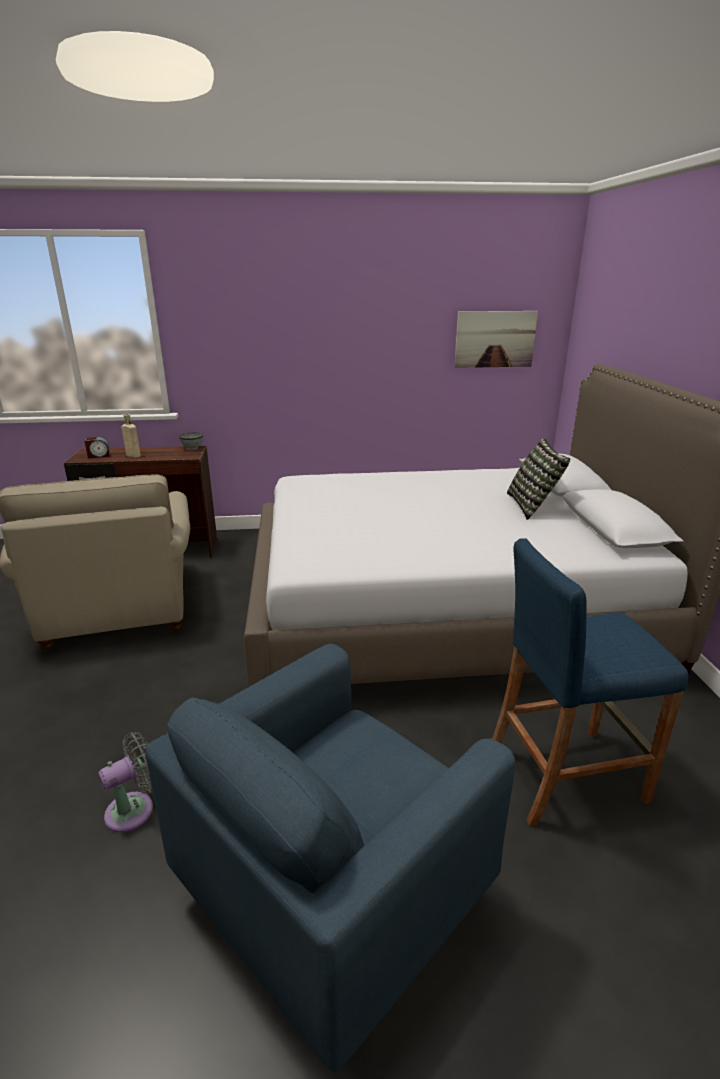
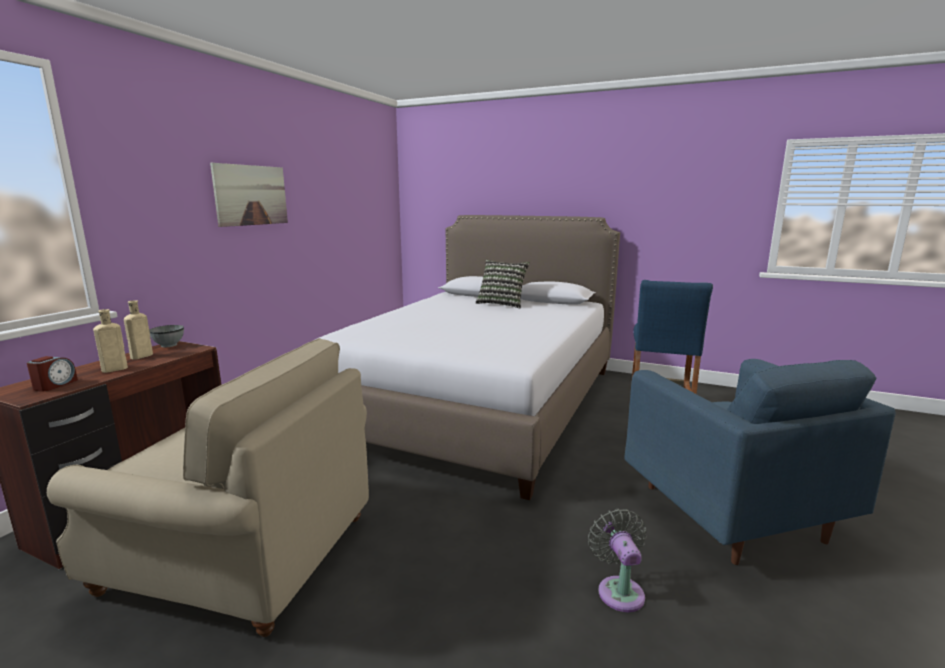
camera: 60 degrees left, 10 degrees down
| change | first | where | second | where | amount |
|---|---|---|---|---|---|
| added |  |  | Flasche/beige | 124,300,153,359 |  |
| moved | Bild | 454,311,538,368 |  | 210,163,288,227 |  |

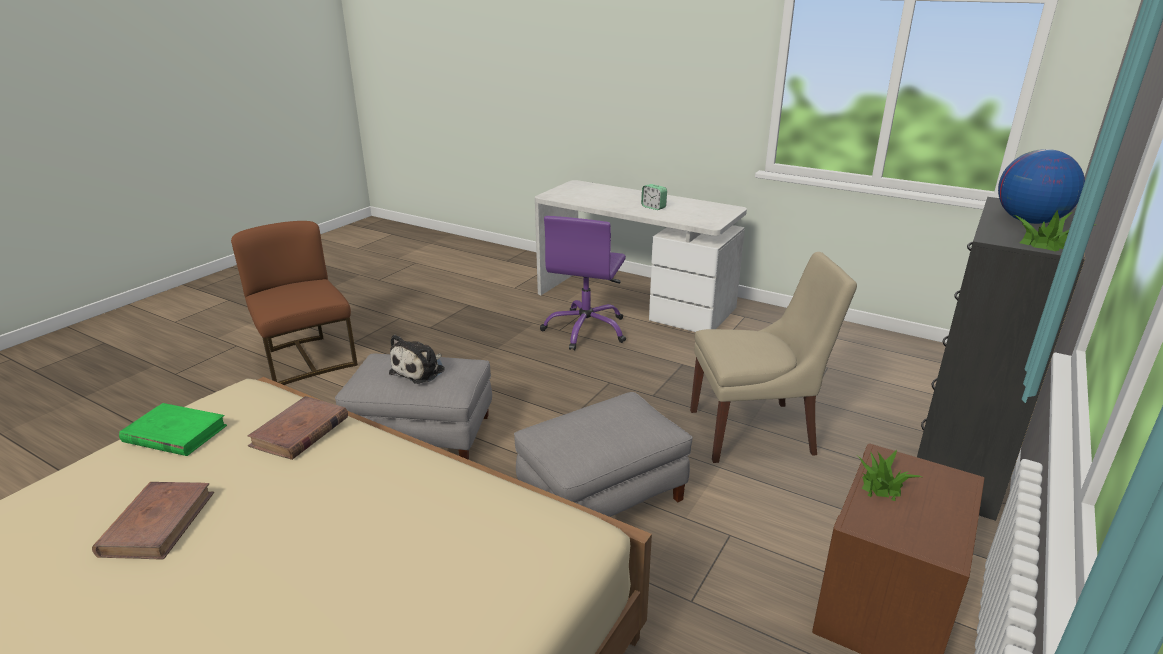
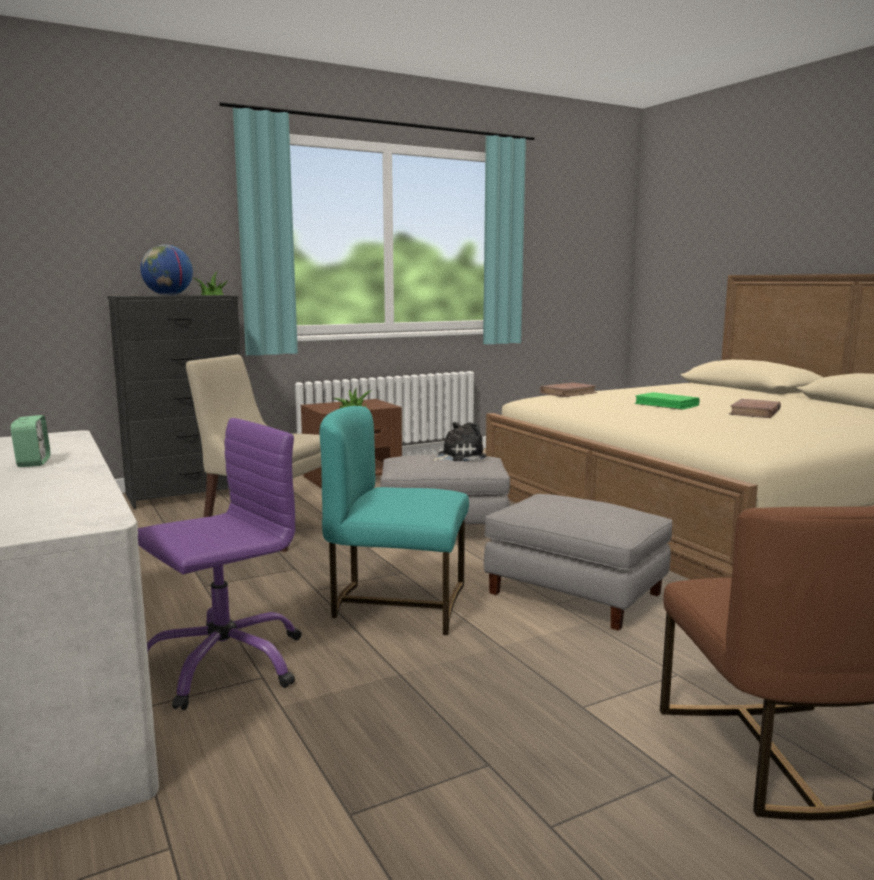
camera: 150 degrees left, 15 degrees down
| change | first | where | second | where | amount |
|---|---|---|---|---|---|
| added |  |  | Stuhl/türkis | 320,406,469,635 |  |
| moved | Plüschtier | 389,335,445,384 |  | 432,422,486,462 |  |
| moved | Buch/braun | 248,396,348,460 |  | 540,382,597,397 |  |
| moved | Buch/grün | 119,403,227,456 |  | 634,392,700,410 |  |

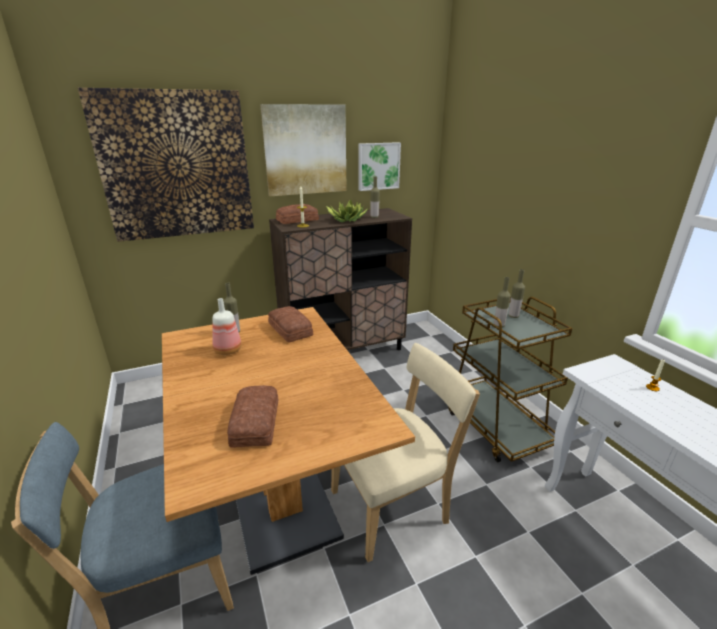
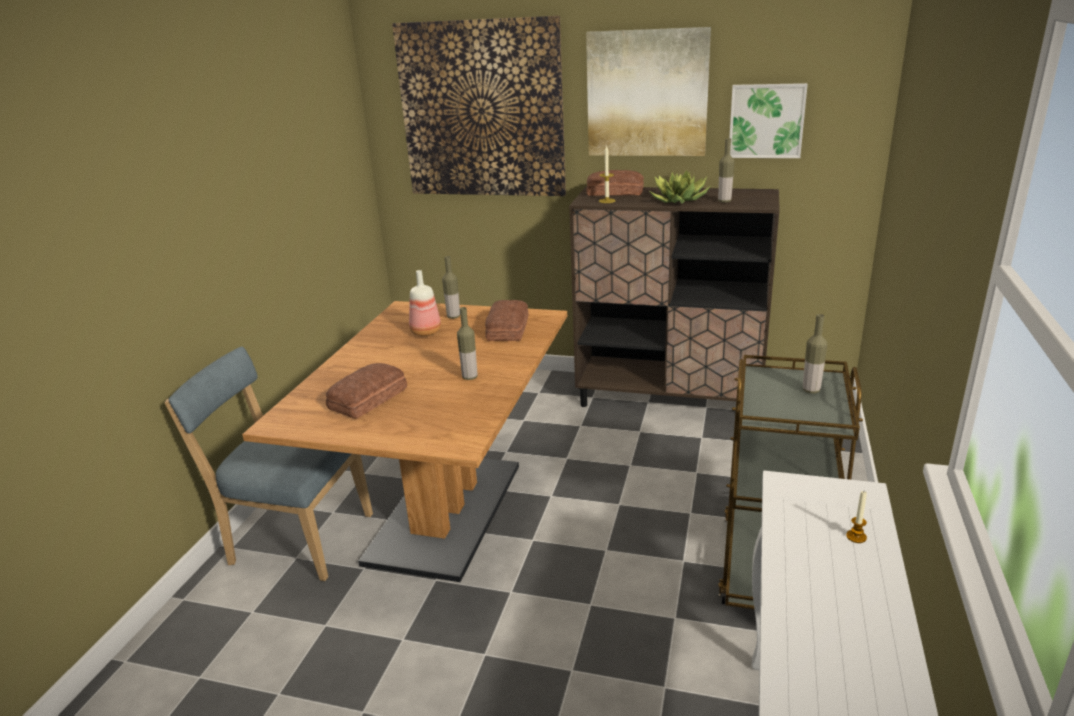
camera: 40 degrees right, 0 degrees up
| change | first | where | second | where | amount |
|---|---|---|---|---|---|
| moved | Flasche | 494,277,511,328 |  | 457,307,478,380 |  |
| removed | Stuhl/beige | 331,343,480,562 |  |  |  |

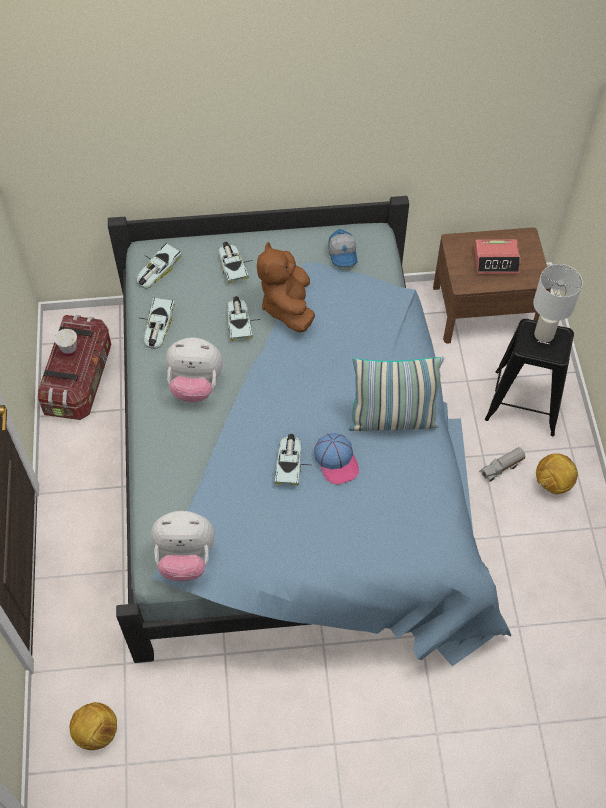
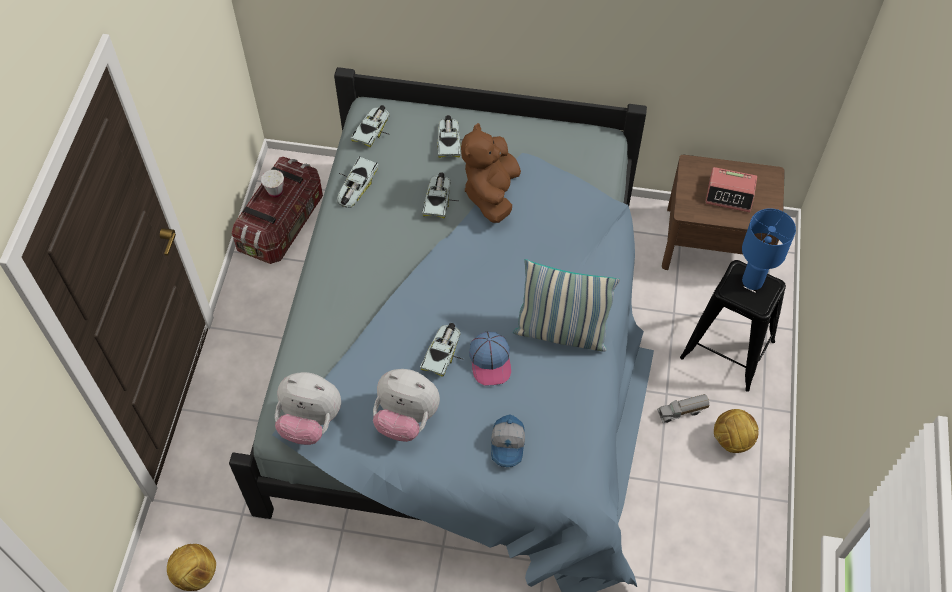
camera: 15 degrees right, 0 degrees up
| change | first | where | second | where | amount |
|---|---|---|---|---|---|
| turned | Spielzeugauto | 136,243,182,289 |  | 350,105,390,147 | 150 degrees clockwise |
| moved | Plüschtier | 166,338,223,402 |  | 373,369,440,442 |  |
| moved | Kappe | 328,229,358,267 |  | 491,415,525,467 |  |
| recoloured | Tischlampe/weiß | 533,264,583,343 | Tischlampe/blau | 742,208,796,290 |  |

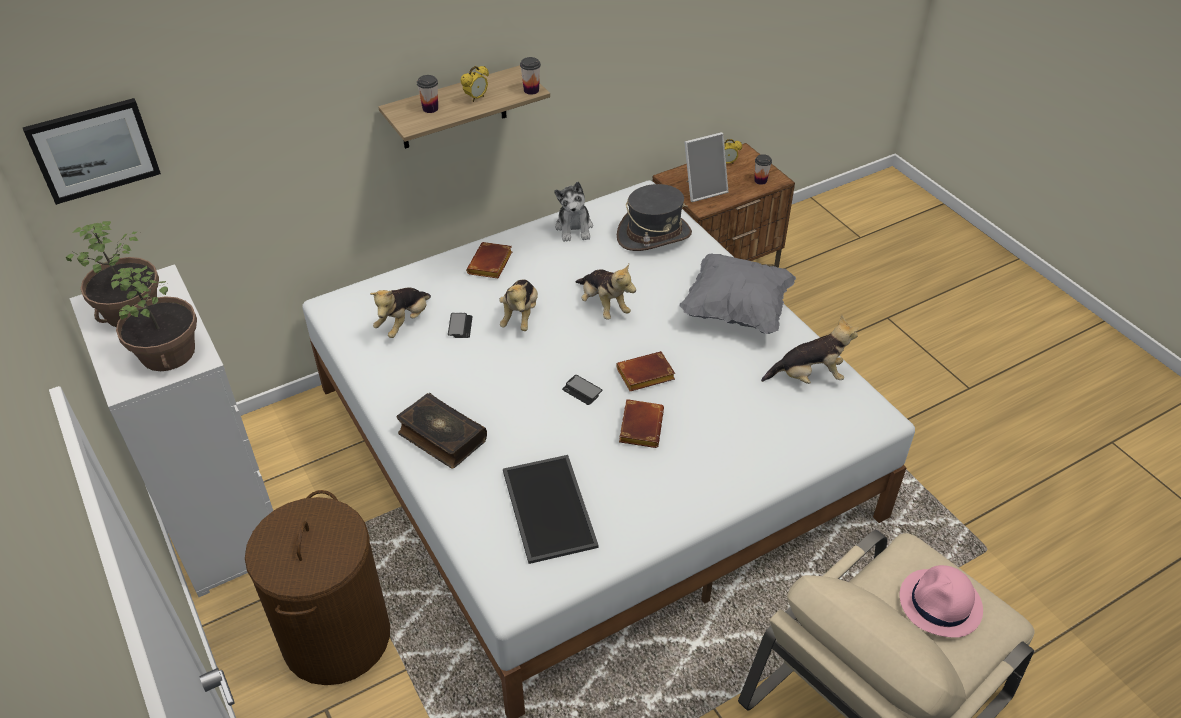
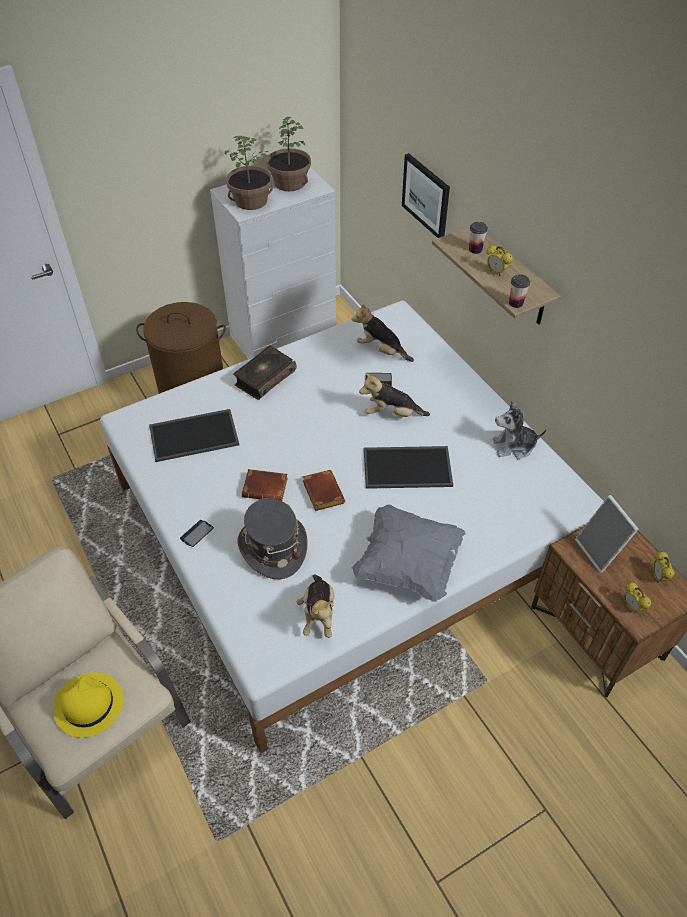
camera: 90 degrees right, 5 degrees up
| change | first | where | second | where | amount |
|---|---|---|---|---|---|
| recoloured | Hut/rosa | 900,565,983,638 | Hut/gelb | 53,672,123,738 |  |
| moved | Handy | 562,375,602,405 |  | 180,520,214,547 |  |
| moved | Hut/grau | 617,184,692,251 |  | 237,498,308,579 |  |
| replaced | Plüschtier | 576,264,636,320 | Tablett | 364,446,453,489 |  |
| moved | Bild | 22,98,161,205 |  | 402,153,450,238 |  |
| replaced | Tasse | 754,154,772,185 | Wecker | 624,582,651,613 |  |
| removed | Buch/braun | 466,242,513,278 |  |  |  |

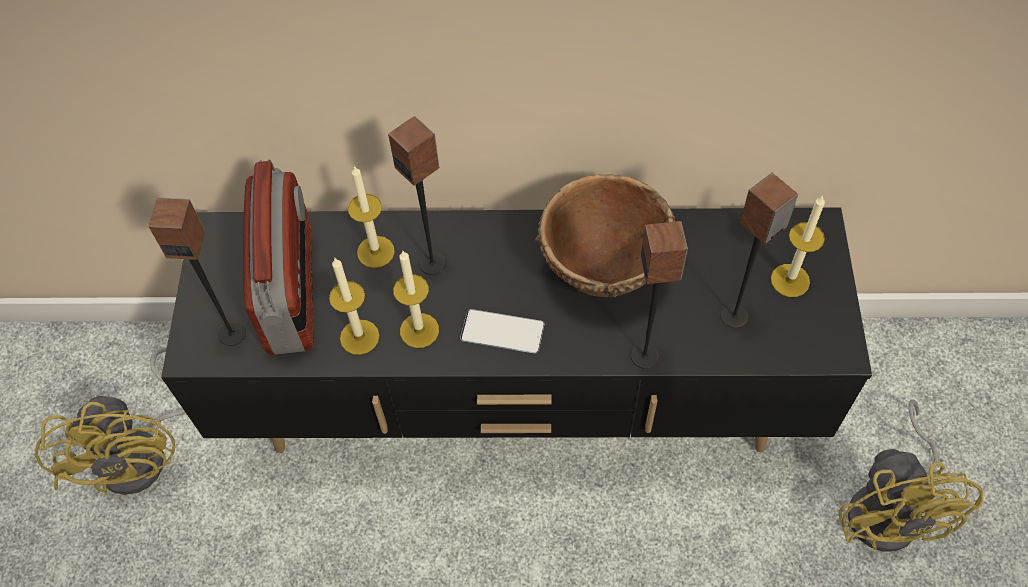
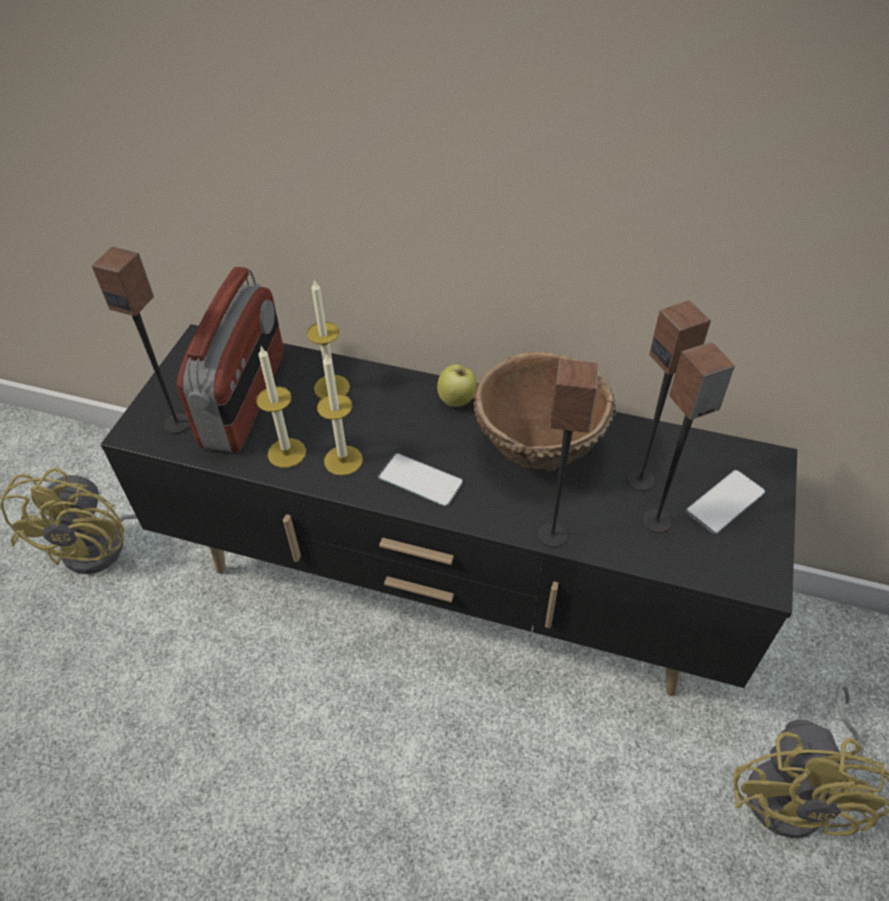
camera: 15 degrees right, 10 degrees down
| change | first | where | second | where | amount |
|---|---|---|---|---|---|
| added |  |  | Apfel | 437,364,477,407 |  |
| moved | Lautsprecher | 388,116,446,275 |  | 626,300,711,491 |  |
| replaced | Kerze | 771,195,825,297 | Handy | 686,470,765,534 |  |

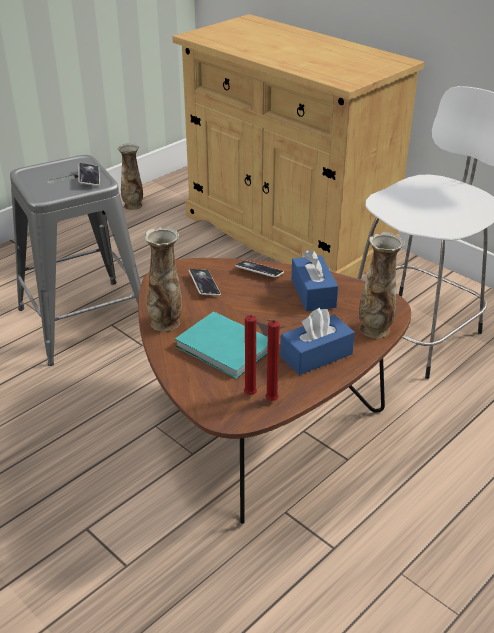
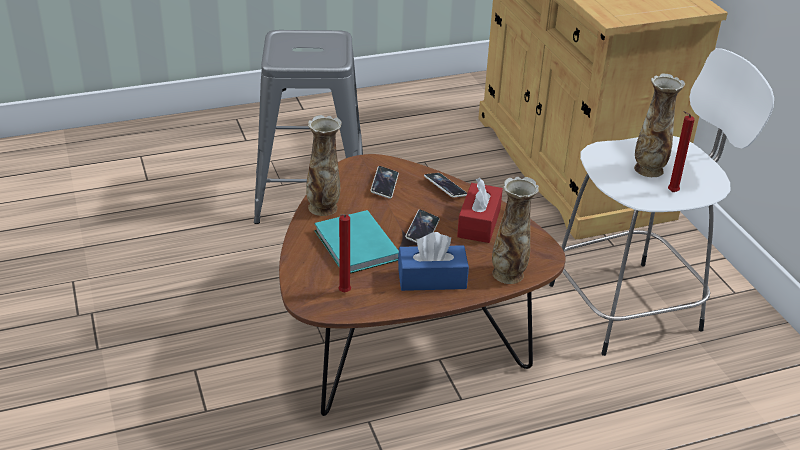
camera: 25 degrees right, 0 degrees up
| change | first | where | second | where | amount |
|---|---|---|---|---|---|
| moved | Handy | 78,163,100,186 |  | 405,210,440,243 |  |
| recoloured | Taschentuchbox/blau | 291,250,338,311 | Taschentuchbox/rot | 457,178,503,243 |  |
| moved | Vase | 118,143,143,210 |  | 634,74,685,177 |  |
| moved | Kerze/rot | 265,319,280,401 |  | 668,111,695,192 |  |

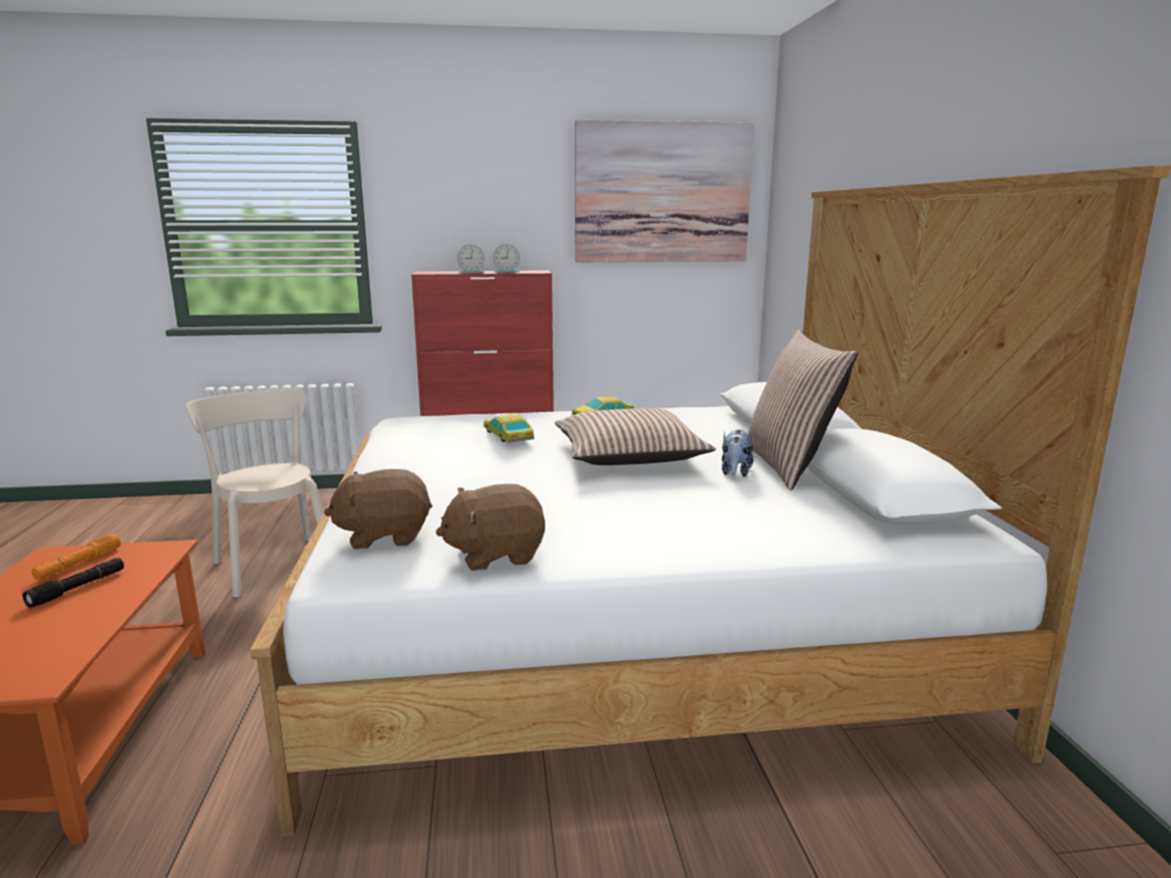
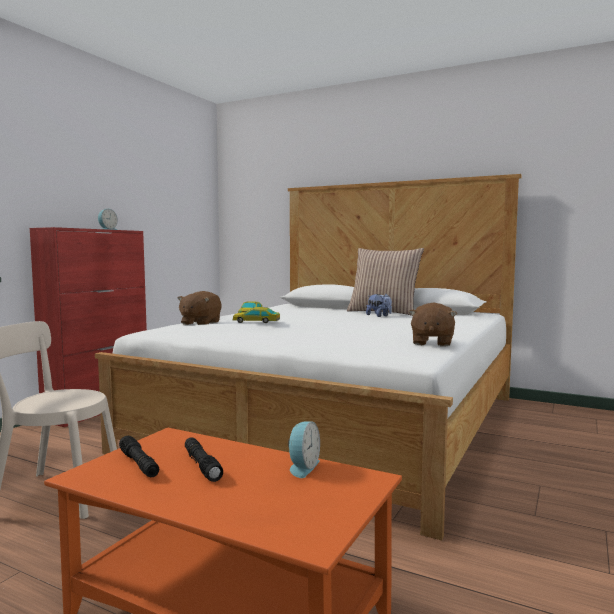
camera: 55 degrees left, 10 degrees down
| change | first | where | second | where | amount |
|---|---|---|---|---|---|
| recoloured | Taschenlampe/orange | 31,534,121,580 | Taschenlampe/schwarz | 119,436,159,477 |  |
| moved | Plüschtier/braun | 324,469,432,550 |  | 178,291,221,325 |  |
| moved | Wecker | 457,244,485,273 |  | 288,421,320,478 |  |
| removed | Kissen | 555,408,716,465 |  |  |  |
| removed | Bild | 575,120,754,262 |  |  |  |

